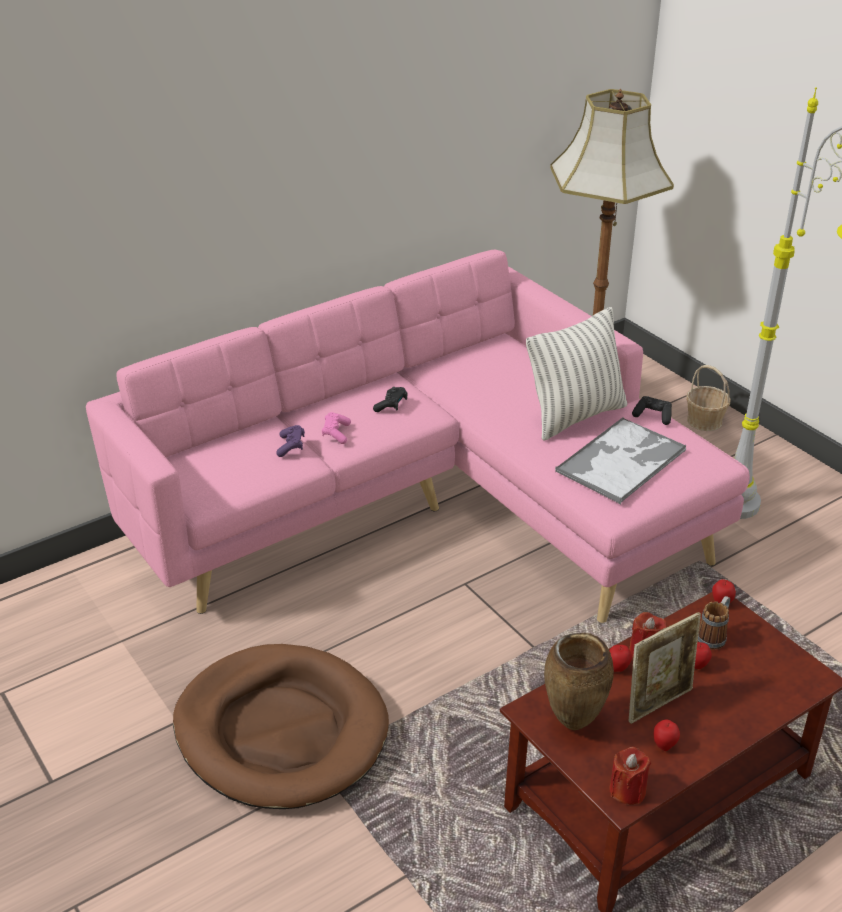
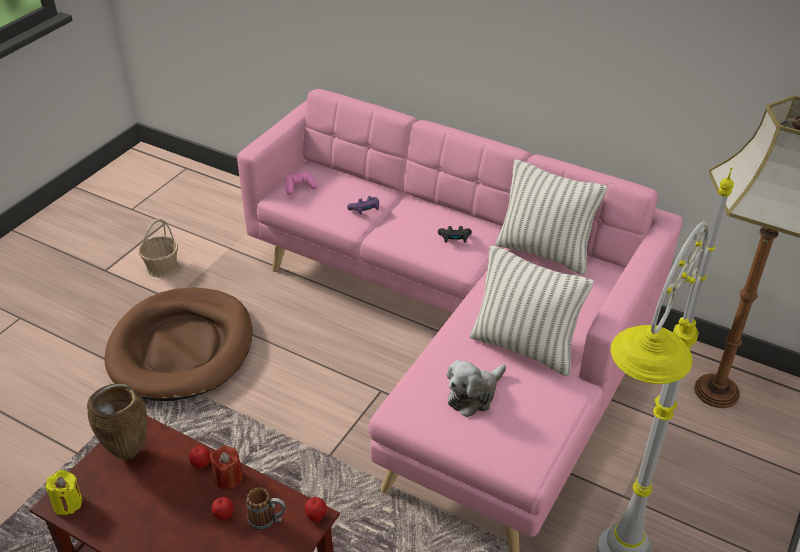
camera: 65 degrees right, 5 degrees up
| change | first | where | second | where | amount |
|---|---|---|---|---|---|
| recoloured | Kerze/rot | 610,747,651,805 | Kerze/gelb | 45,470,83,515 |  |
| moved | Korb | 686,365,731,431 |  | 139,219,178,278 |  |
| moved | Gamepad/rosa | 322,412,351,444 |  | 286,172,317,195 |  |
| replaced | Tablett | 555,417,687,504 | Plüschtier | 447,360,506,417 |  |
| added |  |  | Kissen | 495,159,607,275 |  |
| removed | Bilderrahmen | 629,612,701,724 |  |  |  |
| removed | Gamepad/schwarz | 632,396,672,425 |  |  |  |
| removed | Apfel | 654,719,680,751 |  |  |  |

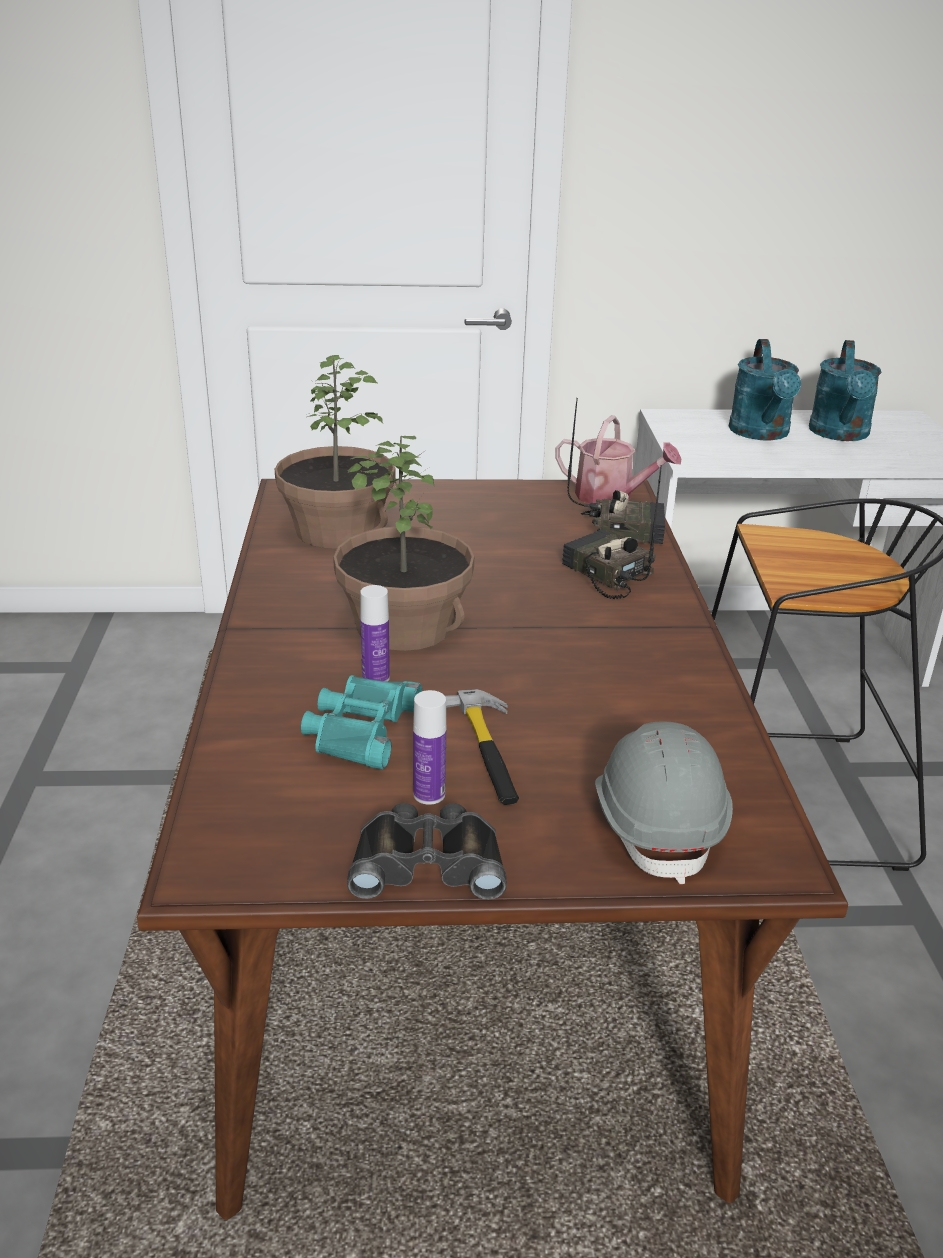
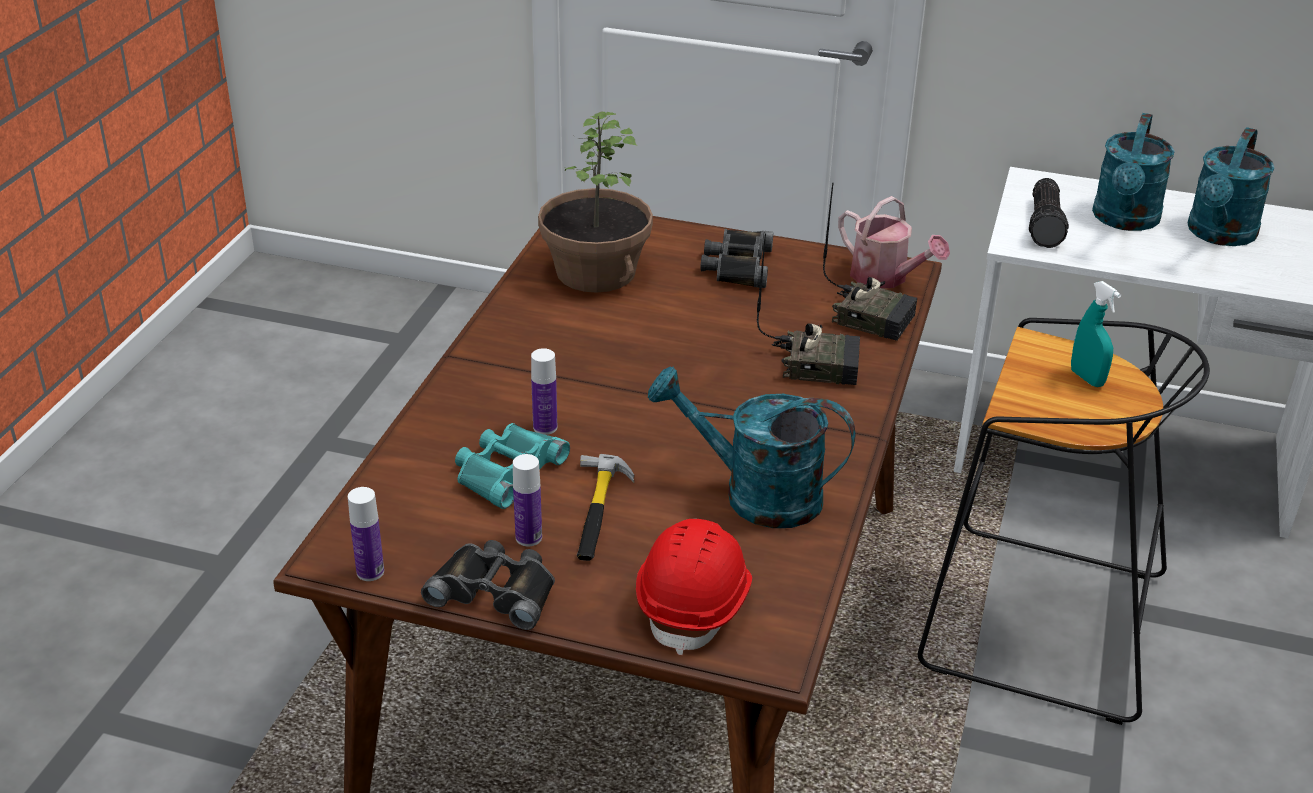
camera: 20 degrees right, 5 degrees up
| change | first | where | second | where | amount |
|---|---|---|---|---|---|
| added |  |  | Flasche | 348,487,384,581 |  |
| recoloured | Schutzhelm/grau | 595,721,733,884 | Schutzhelm/rot | 636,519,752,655 |  |
| added |  |  | Gießkanne/türkis | 648,367,856,528 |  |
| added |  |  | Fernglas/schwarz | 700,229,773,288 |  |
| turned | Radio | 562,465,662,599 |  | 757,233,860,385 | 120 degrees clockwise |
| added |  |  | Taschenlampe | 1029,178,1069,248 |  |
| added |  |  | Sprühflasche/türkis | 1071,281,1121,387 |  |
| removed | Topfpflanze | 333,436,474,651 |  |  |  |

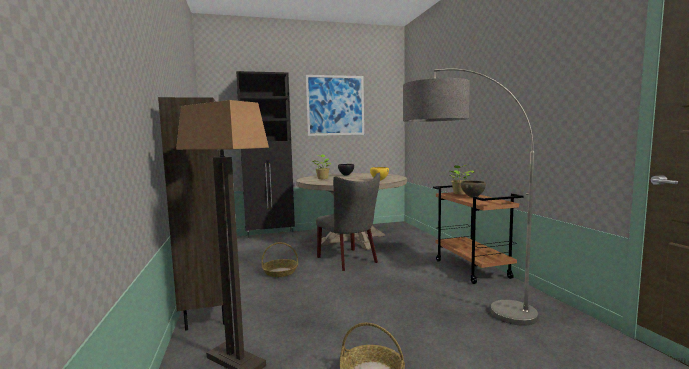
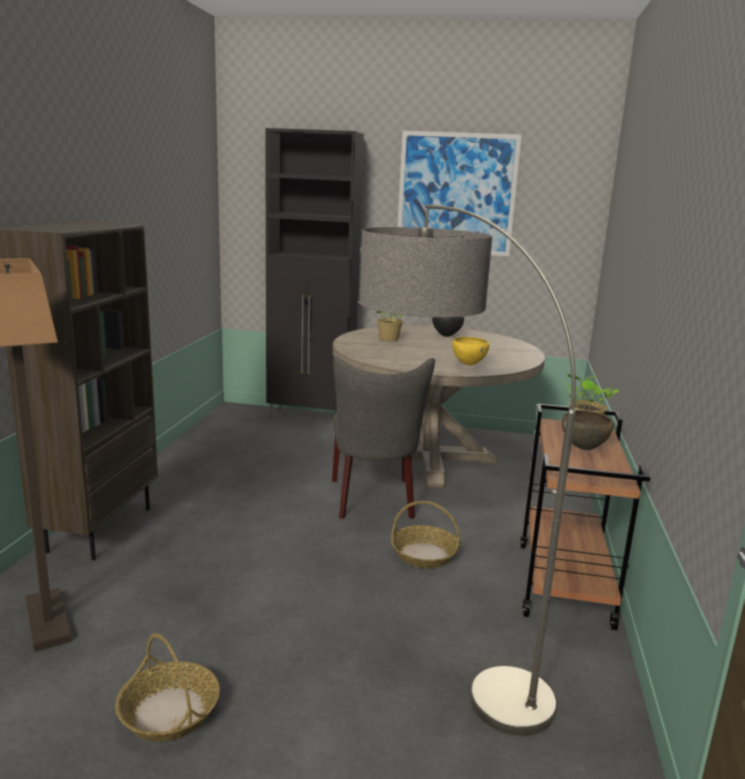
camera: 25 degrees right, 10 degrees up
| change | first | where | second | where | amount |
|---|---|---|---|---|---|
| moved | Korb | 262,242,298,277 |  | 391,501,461,568 |  |

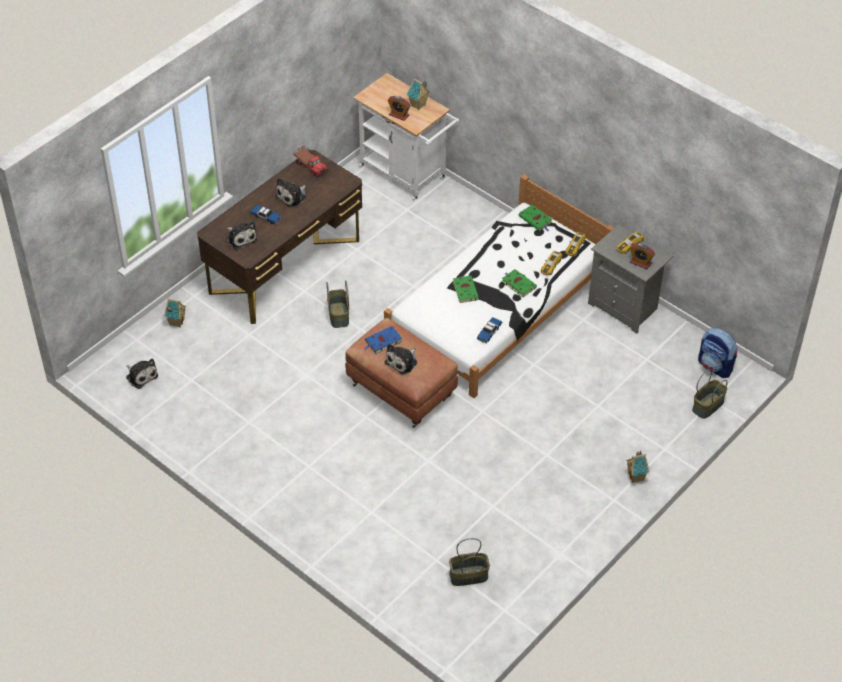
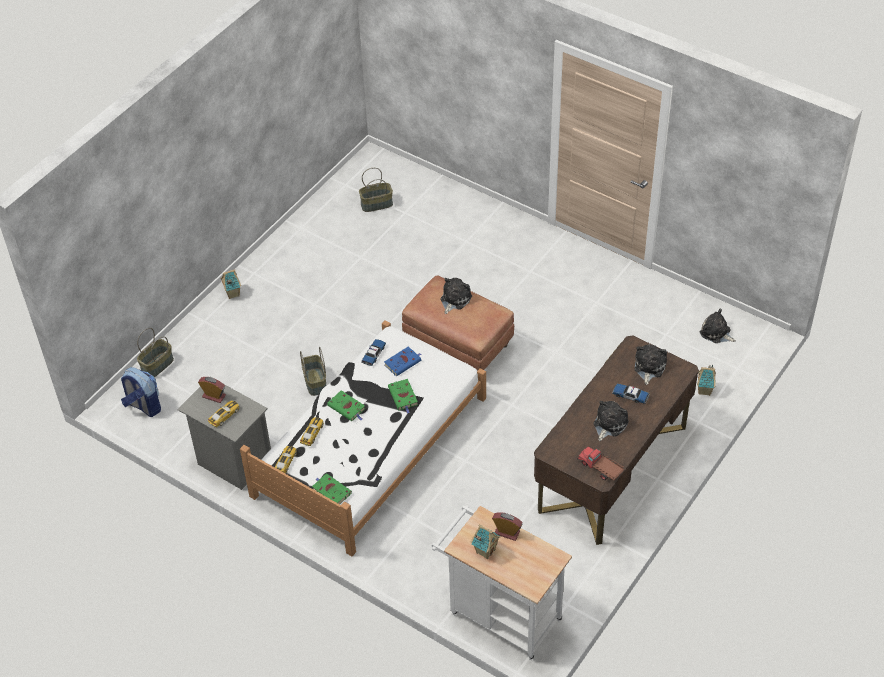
camera: 175 degrees right, 0 degrees up
| change | first | where | second | where | amount |
|---|---|---|---|---|---|
| moved | Korb | 327,280,349,328 |  | 300,347,326,396 |  |
| moved | Buch/blau | 364,326,402,354 |  | 384,346,421,377 |  |
| turned | Plüschtier | 226,222,257,250 |  | 634,344,667,385 | 60 degrees clockwise |

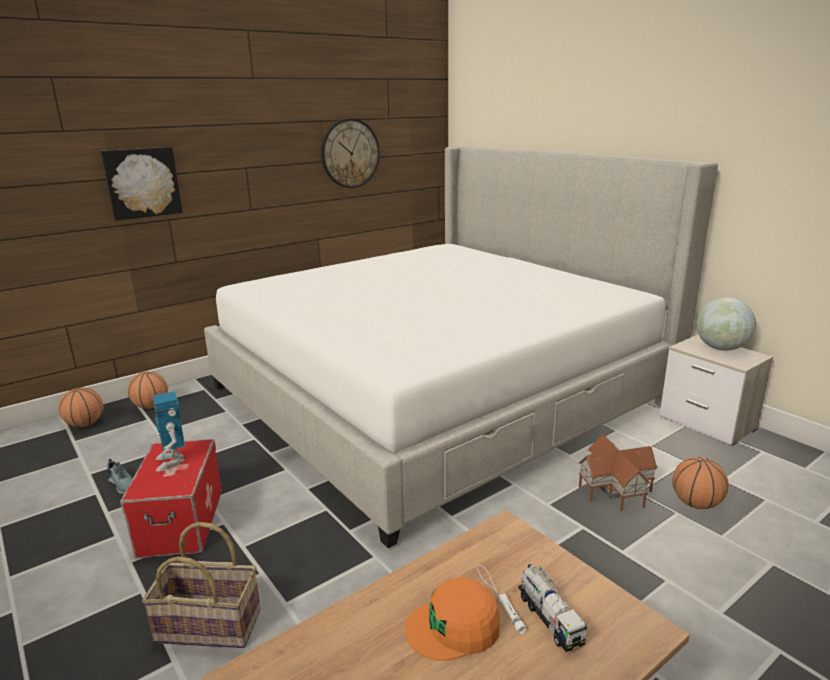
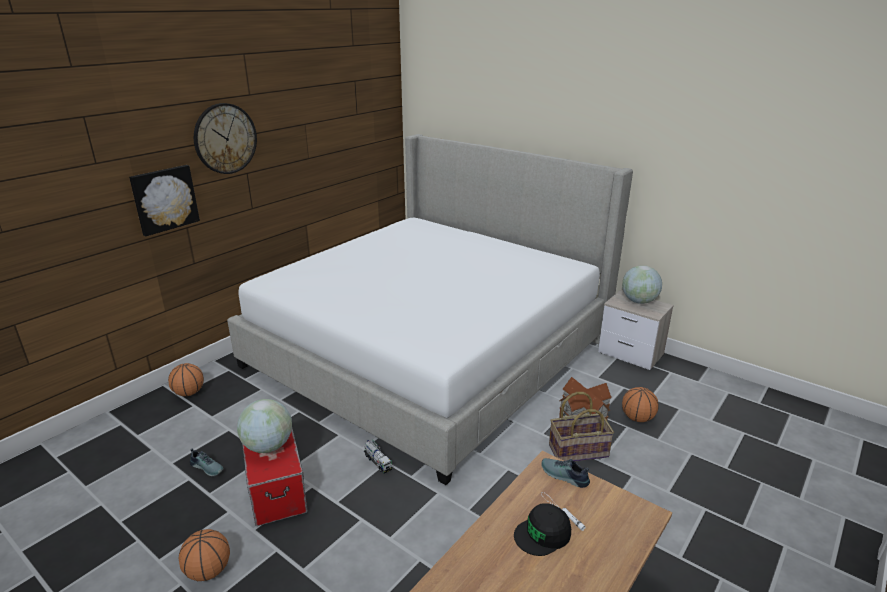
camera: 15 degrees left, 5 degrees up
| change | first | where | second | where | amount |
|---|---|---|---|---|---|
| moved | Basketball | 58,387,103,427 |  | 179,529,230,581 |  |
| moved | Wanduhr | 321,118,380,188 |  | 194,103,257,174 |  |
| replaced | Spielzeugroboter | 153,391,185,471 | Globus | 237,399,292,453 |  |
| moved | Spielzeuglaster | 518,564,587,652 |  | 364,440,392,474 |  |
| recoloured | Kappe/orange | 405,577,500,661 | Kappe/schwarz | 514,503,571,556 |  |
| added |  |  | Schuh | 541,458,590,488 |  |
| moved | Korb | 142,522,261,648 |  | 549,392,614,461 |  |

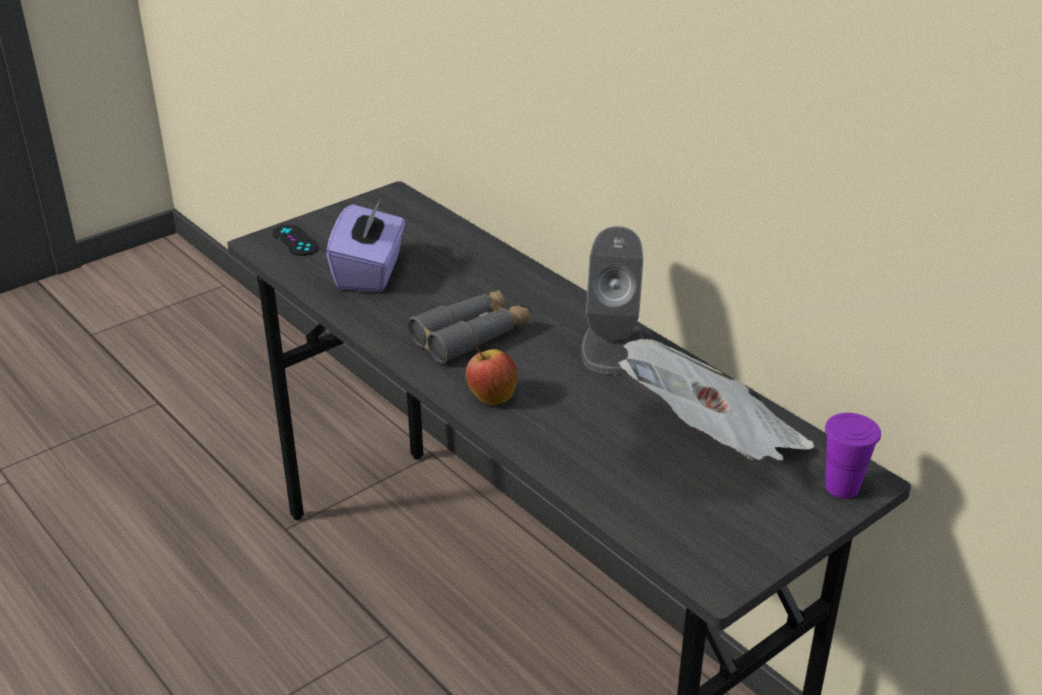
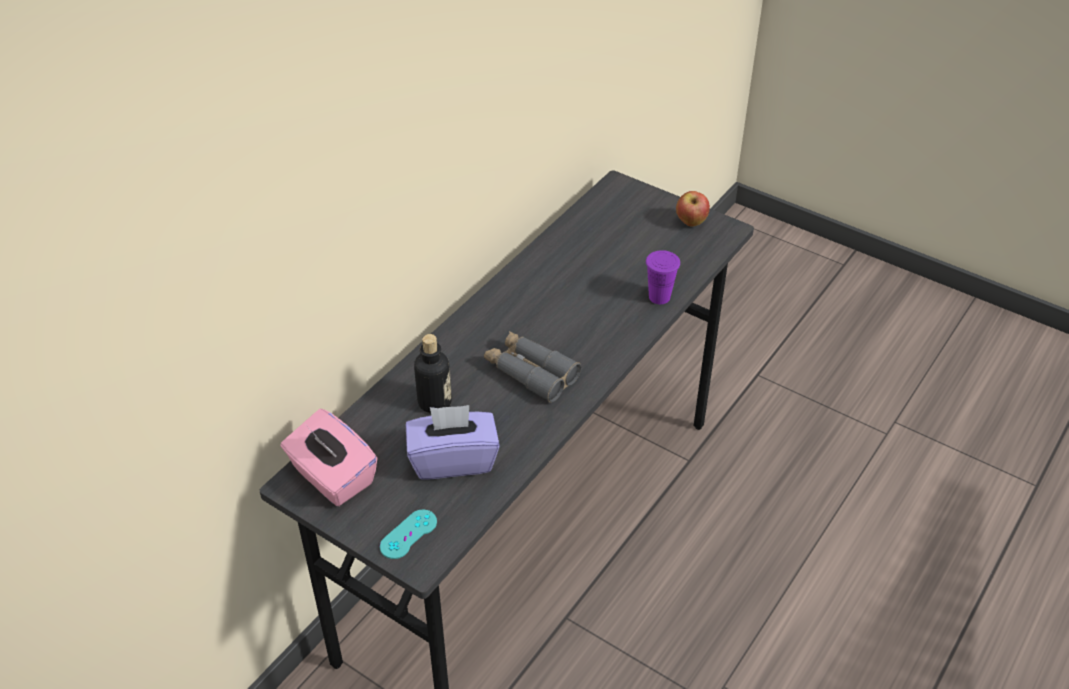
camera: 105 degrees left, 10 degrees up
| change | first | where | second | where | amount |
|---|---|---|---|---|---|
| added |  |  | Taschentuchbox/rosa | 281,409,378,506 |  |
| recoloured | Gamepad/schwarz | 272,225,319,256 | Gamepad/türkis | 380,509,437,559 |  |
| added |  |  | Flasche | 414,334,452,413 |  |
| moved | Tasse/lila | 825,413,881,498 |  | 646,250,680,304 |  |
| moved | Apfel | 466,347,517,405 |  | 676,191,710,227 |  |
| removed | Lautsprecher/grau | 581,226,644,375 |  |  |  |
| removed | Zeitung | 618,339,814,461 |  |  |  |

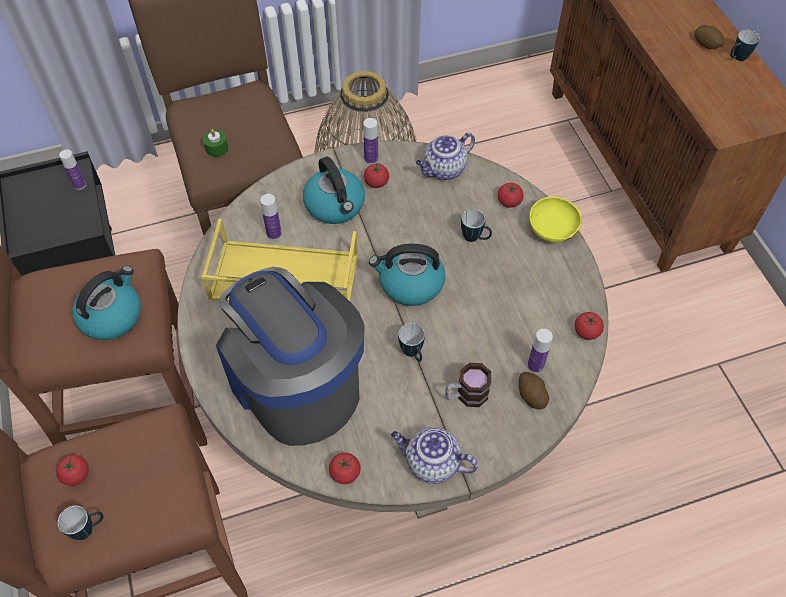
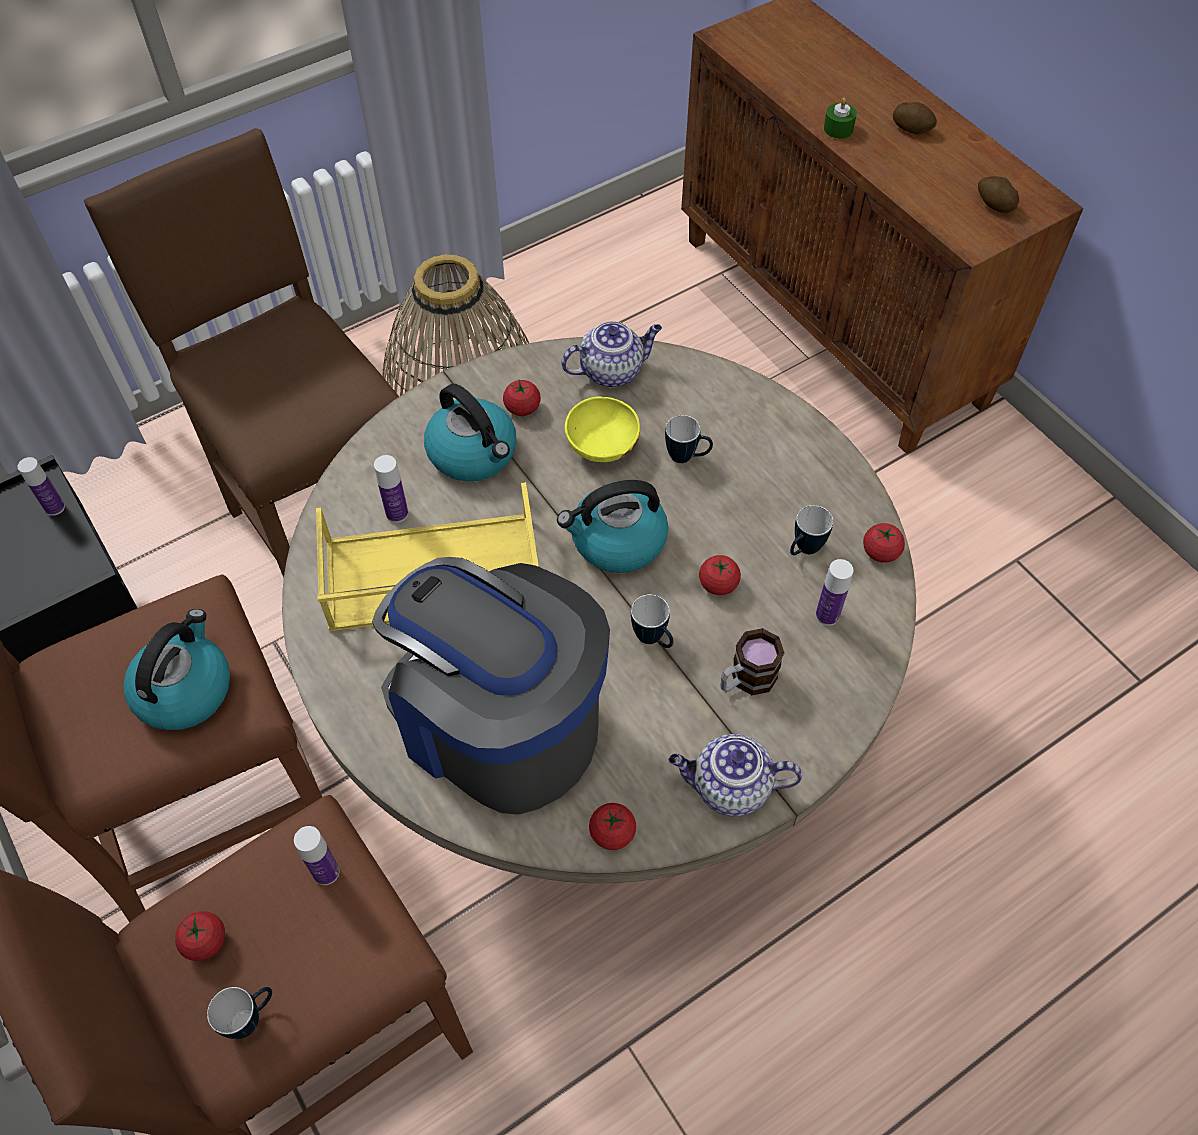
camera: 15 degrees left, 0 degrees up
| change | first | where | second | where | amount |
|---|---|---|---|---|---|
| moved | Flasche | 363,118,378,164 |  | 294,826,339,885 |  |
| turned | Teekanne | 416,132,475,180 |  | 561,321,662,388 | 150 degrees counterclockwise |
| moved | Schüssel/gelb | 529,196,582,242 |  | 565,397,640,462 |  |
| moved | Tomate | 498,183,524,208 |  | 699,555,741,595 |  |
| moved | Henkelbecher | 730,30,760,61 |  | 790,505,833,555 |  |
| moved | Kerze/grün | 203,129,228,157 |  | 824,98,857,139 |  |
| moved | Kartoffel | 519,372,549,410 |  | 978,176,1019,213 |  |

